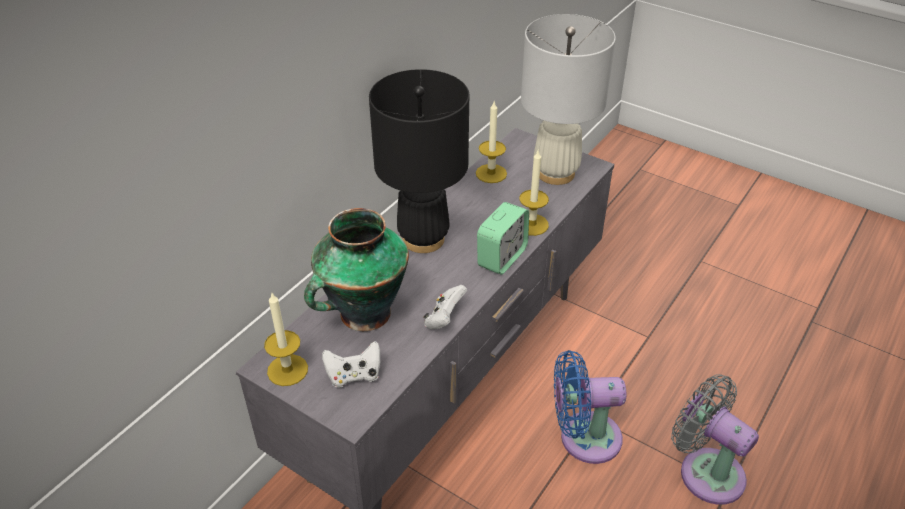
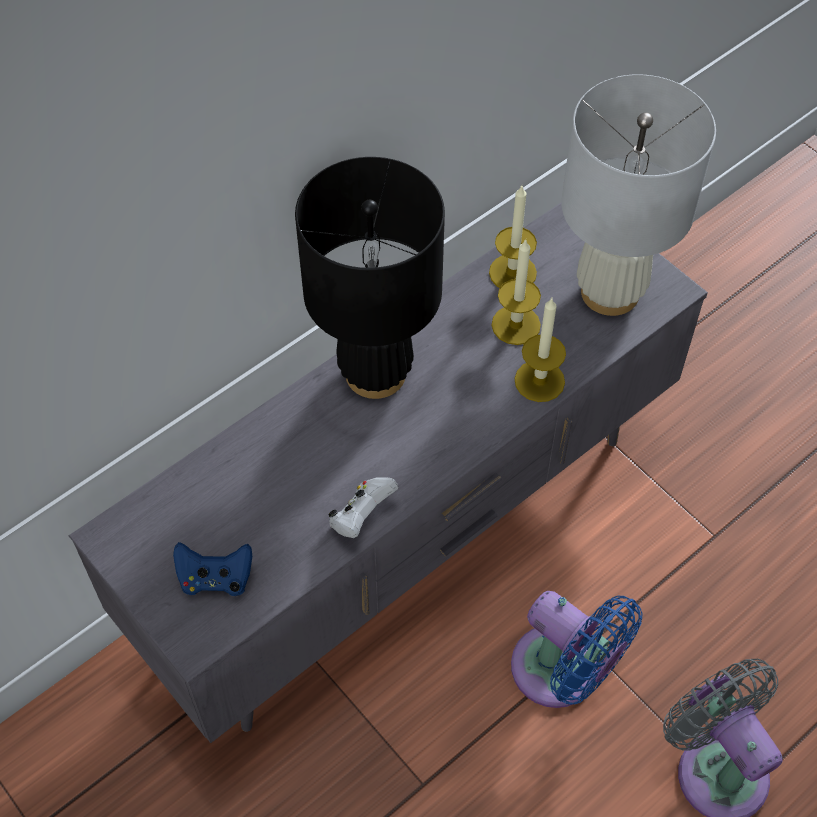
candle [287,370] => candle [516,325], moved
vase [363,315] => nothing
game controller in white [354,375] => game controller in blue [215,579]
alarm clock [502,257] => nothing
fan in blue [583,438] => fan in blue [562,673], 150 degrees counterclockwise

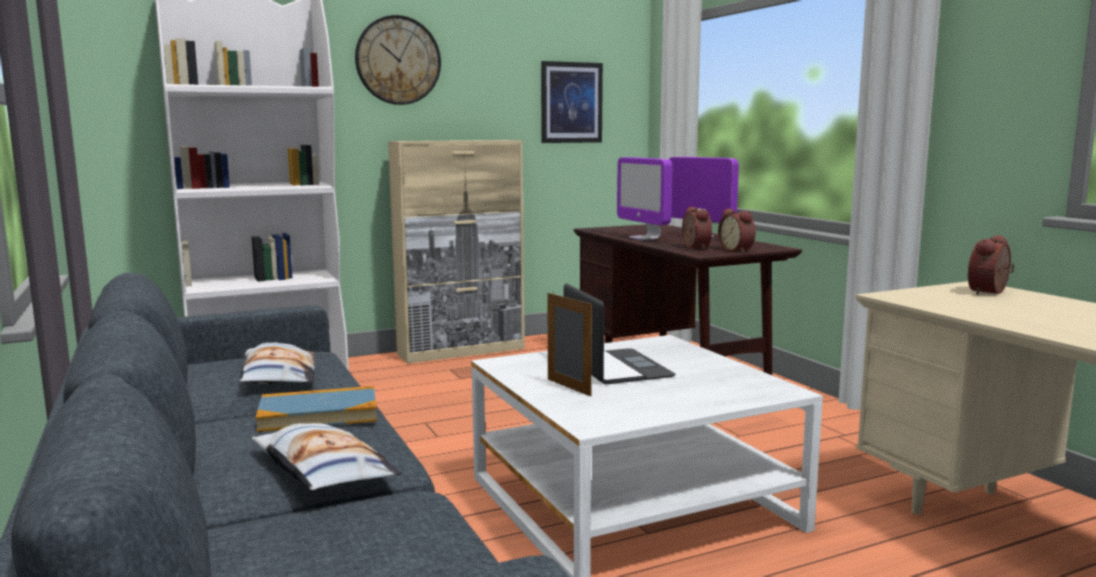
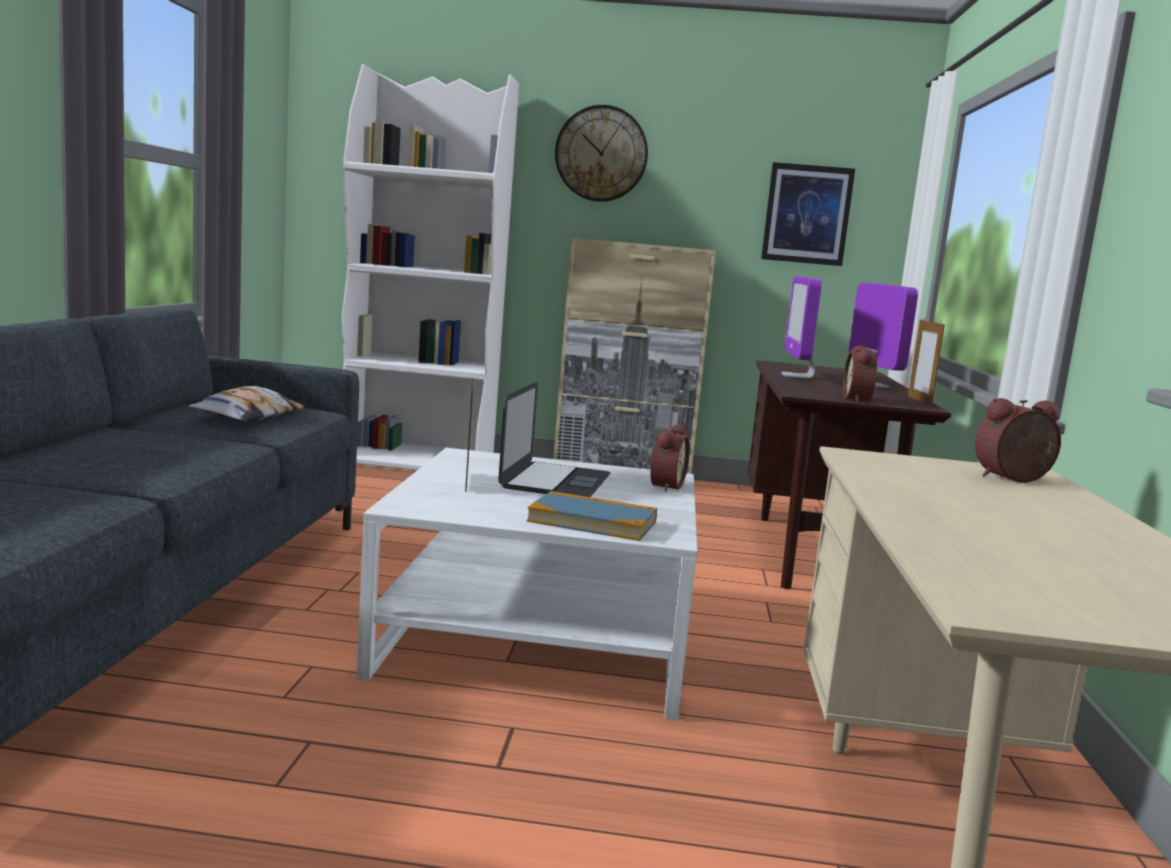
pillow [323,470] => nothing
book [318,414] => book [592,522], moved
alarm clock [693,248] => alarm clock [663,486], moved
nothing => picture frame [919,400]

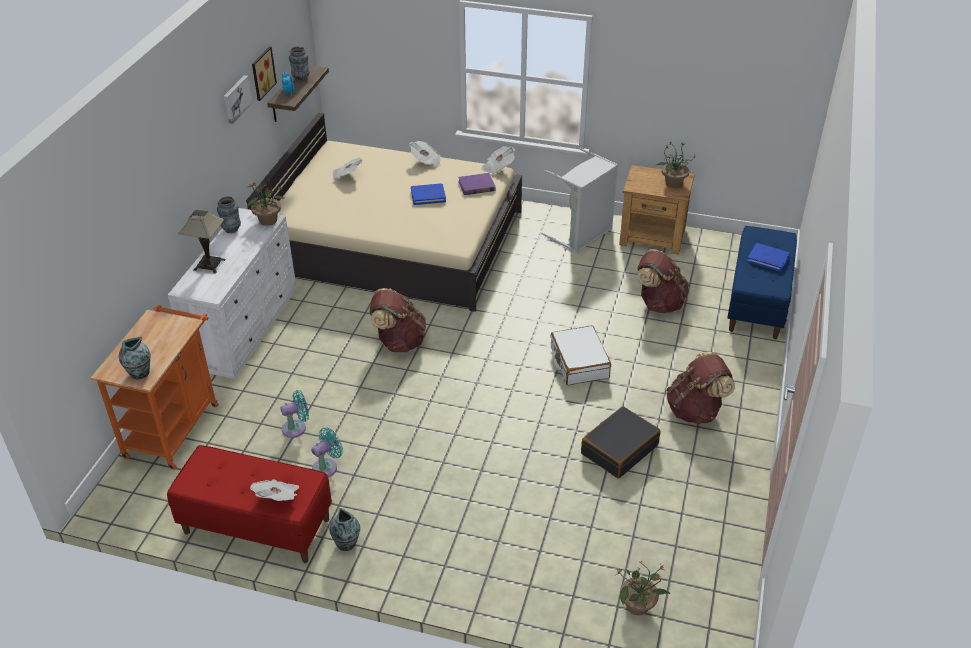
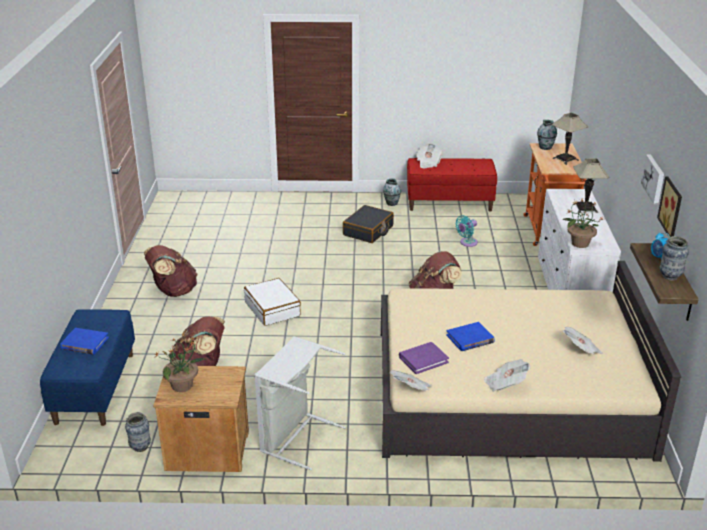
vase [231,229] => vase [140,447], moved
fan in turquoise [327,467] => nothing
suitcase in black [619,449] => suitcase in black [368,231], moved
potted plant [638,606] => nothing
nothing => table lamp [565,159]

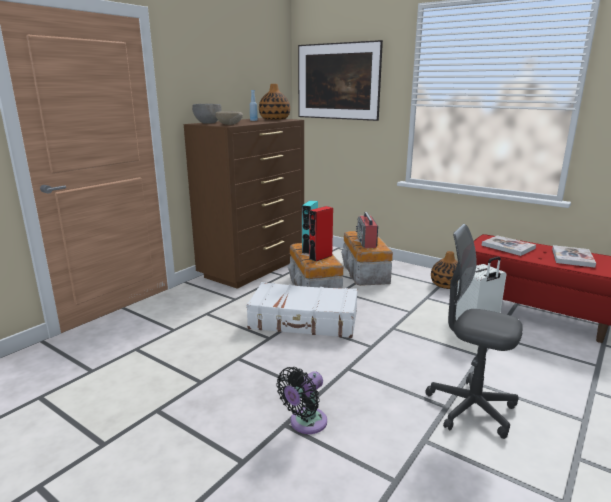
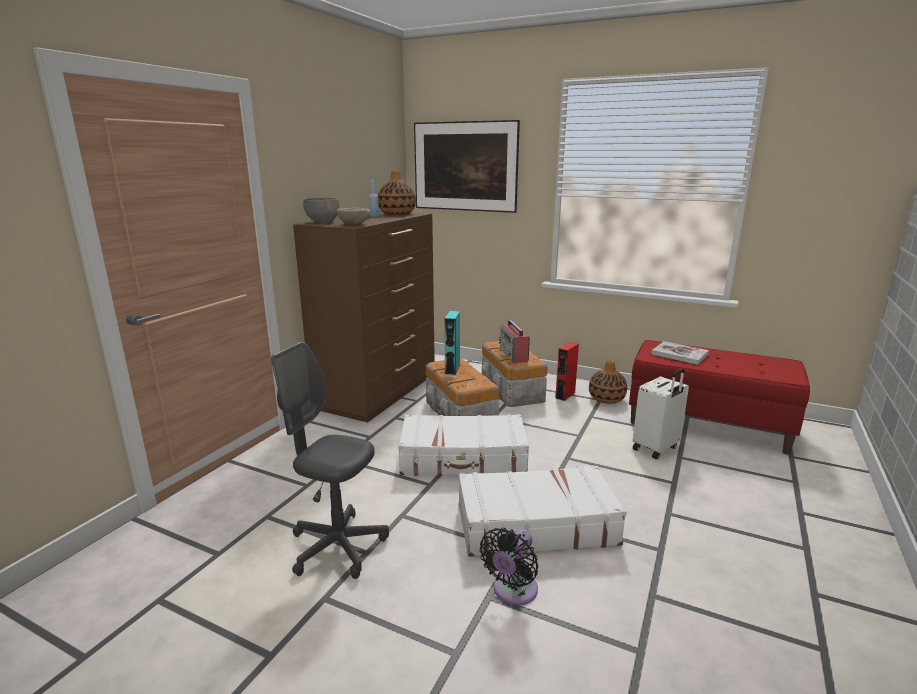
speaker in red [320,257] => speaker in red [565,395], moved
office chair in grey [470,409] => office chair in grey [337,547], moved
book [572,258] => nothing
nothing => suitcase in white [535,524]

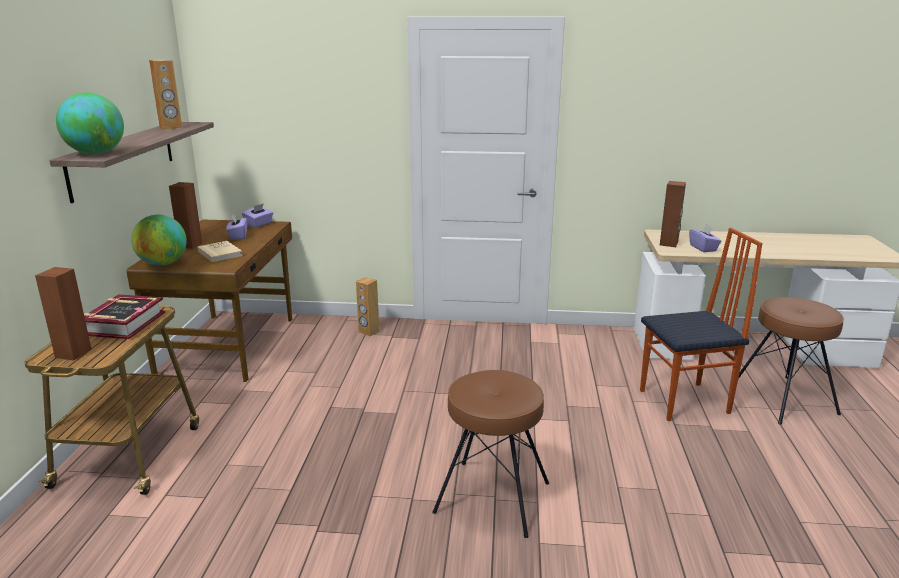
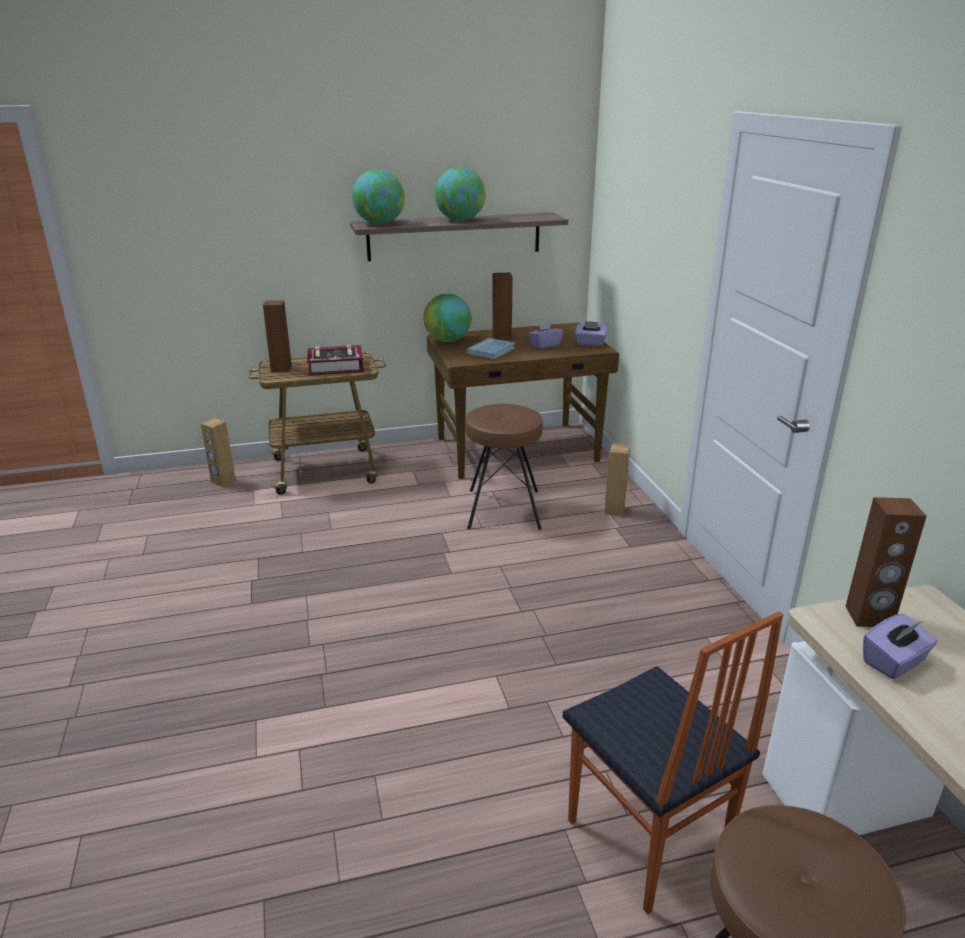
speaker in brown [171,127] => speaker in brown [223,481], moved
book in beige [220,253] => book in blue [491,351]
stool in brown [492,498] => stool in brown [503,509], moved
nothing => globe [460,220]

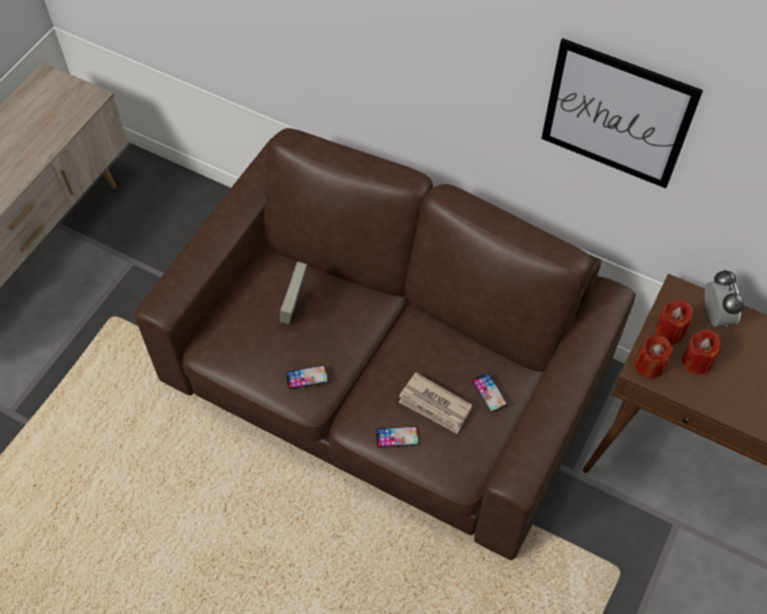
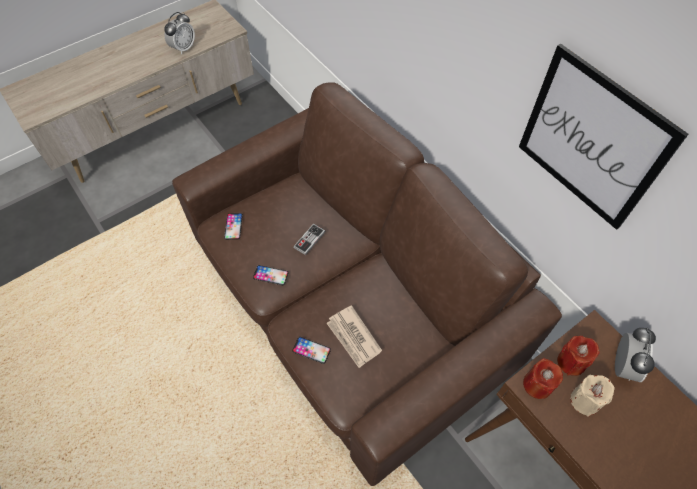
book [294,305] => nothing
phone [489,392] => phone [233,226], moved
candle in red [696,361] => candle in beige [585,400]
nothing => alarm clock [183,48]
nothing => game controller [309,240]

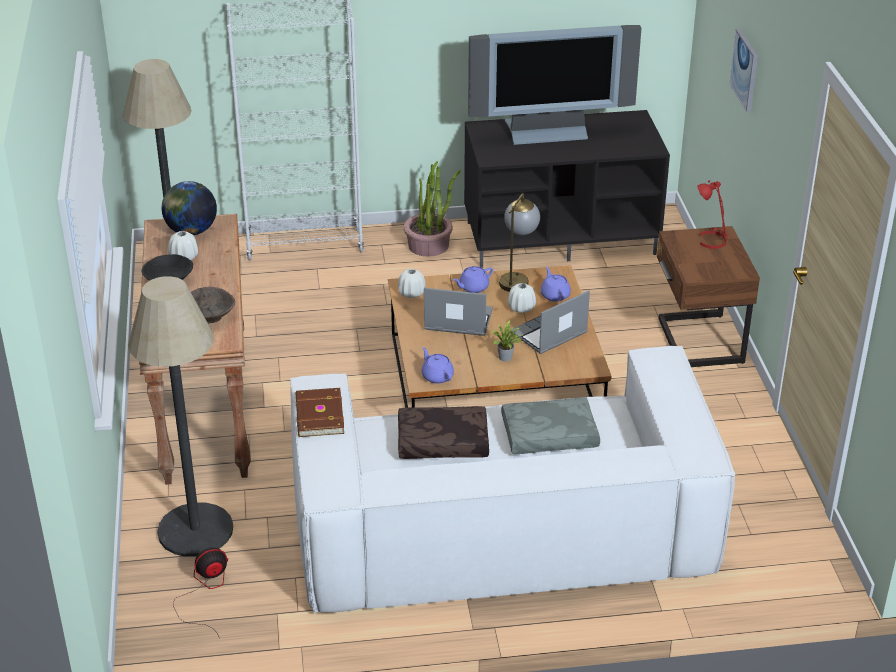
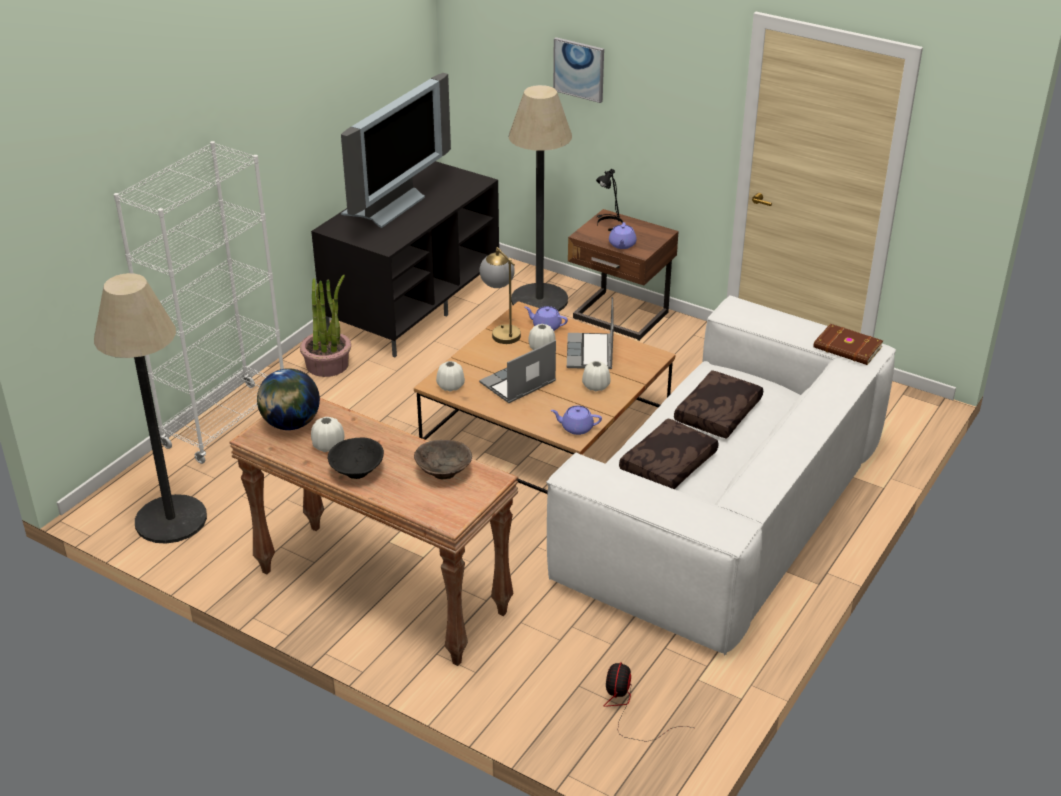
floor lamp [195,530] => floor lamp [539,300], moved
book in brown [318,415] => book in brown [847,348], moved
teapot in purple [473,287] => teapot in purple [622,245], moved
potted plant [506,358] => vase in white [596,386]
pillow in grey [549,436] => pillow in brown [719,414]
table lamp in red [711,239] => table lamp in black [608,224]

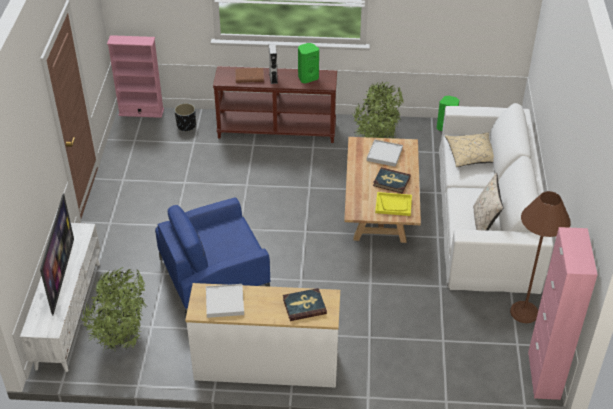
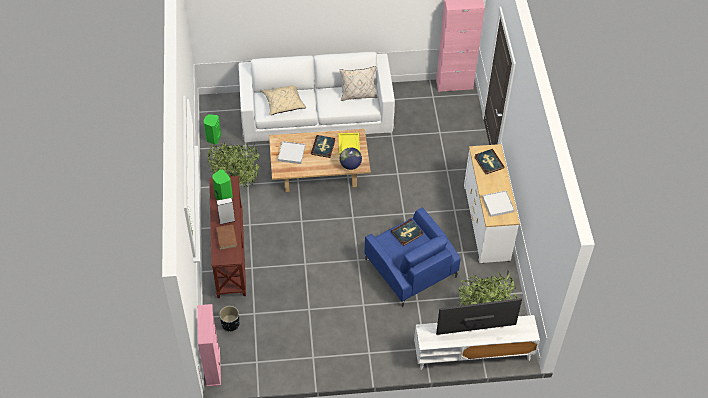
floor lamp in brown [524,312] => nothing
nothing => globe [350,165]
nothing => book [407,233]

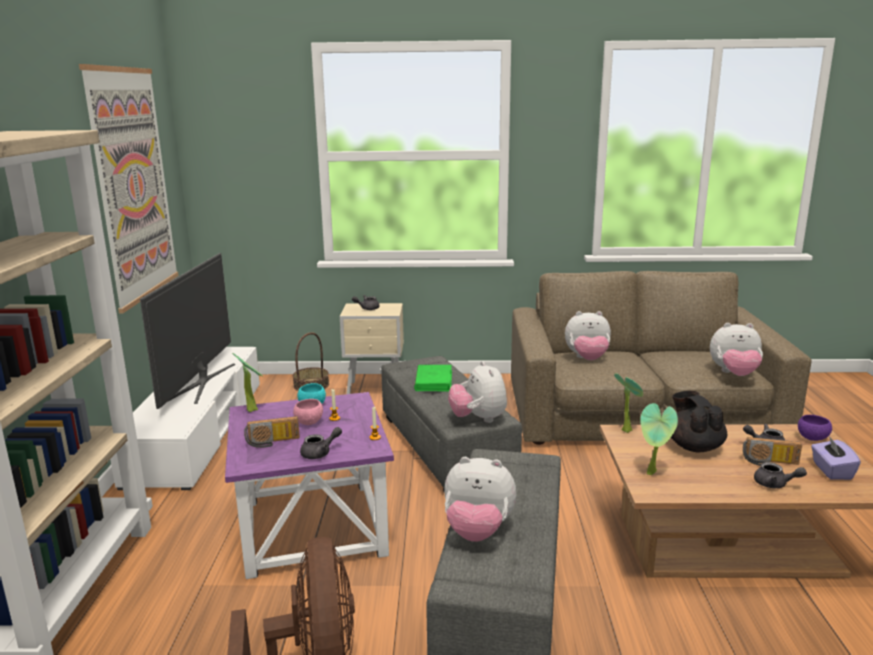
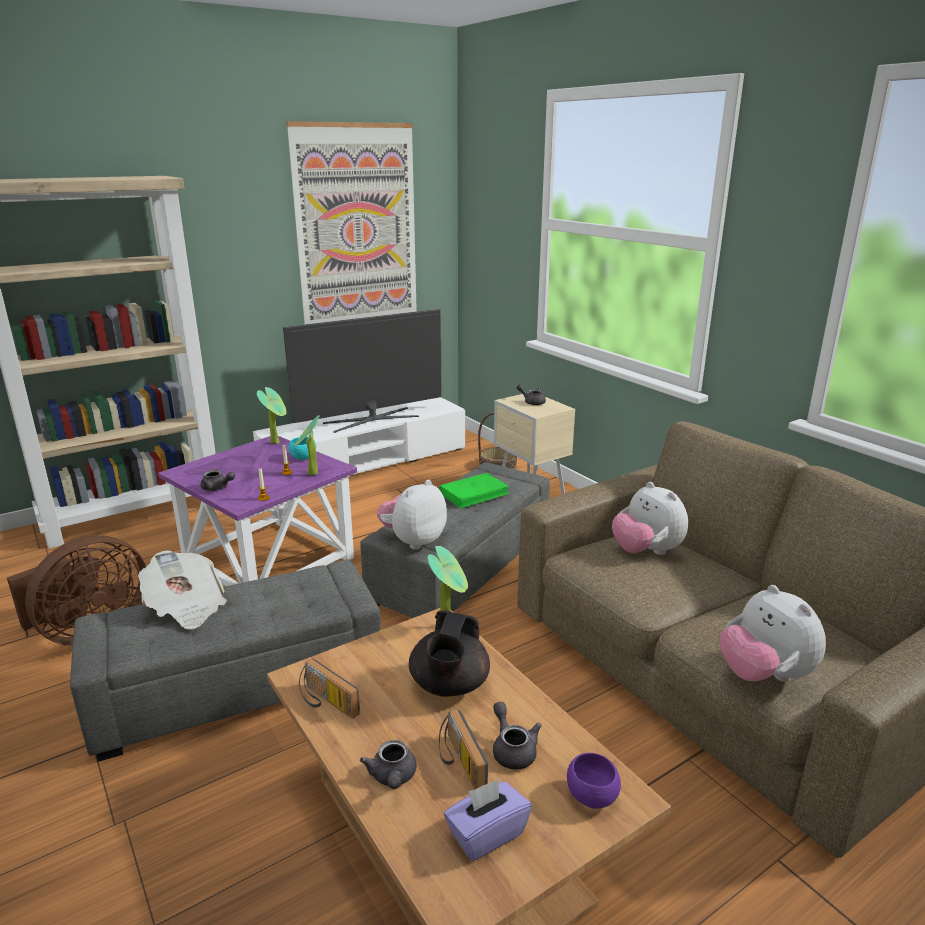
radio [272,442] => radio [325,703], moved
bowl in pink [309,422] => nothing
plush toy [478,531] => newspaper [186,607]
potted plant [653,473] => potted plant [311,475], moved
teapot in black [694,446] => teapot in black [449,686], 150 degrees clockwise

